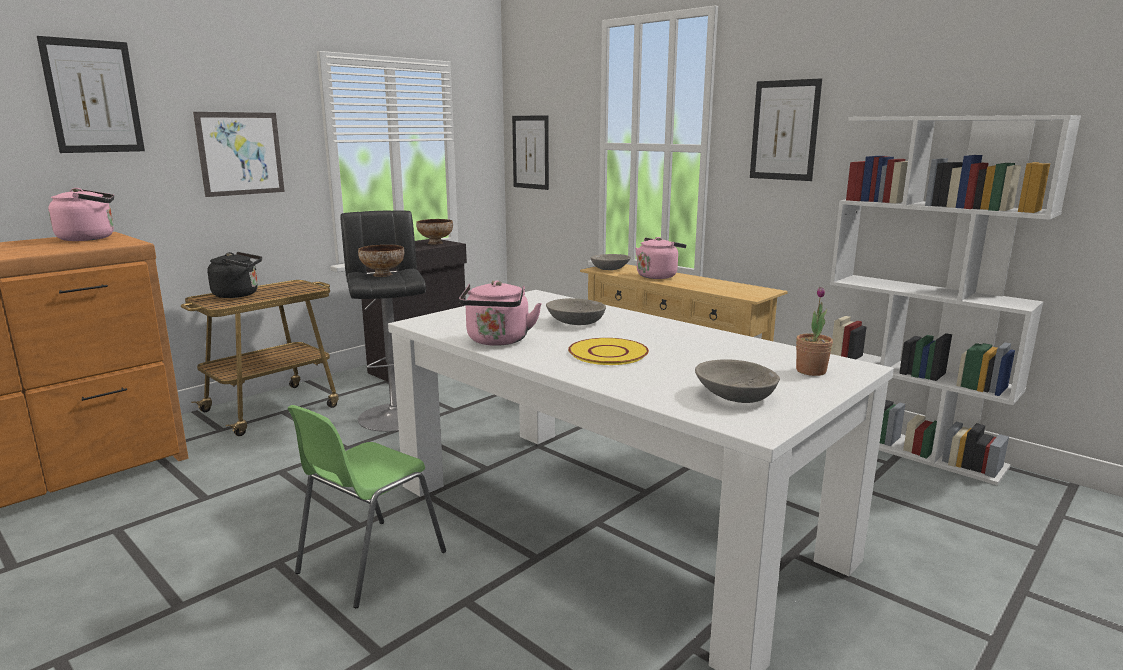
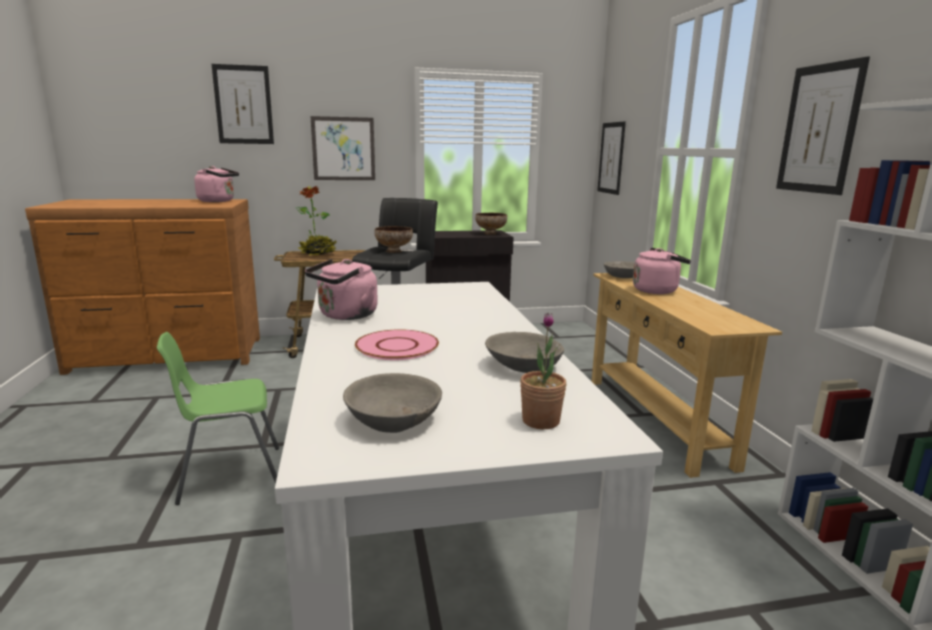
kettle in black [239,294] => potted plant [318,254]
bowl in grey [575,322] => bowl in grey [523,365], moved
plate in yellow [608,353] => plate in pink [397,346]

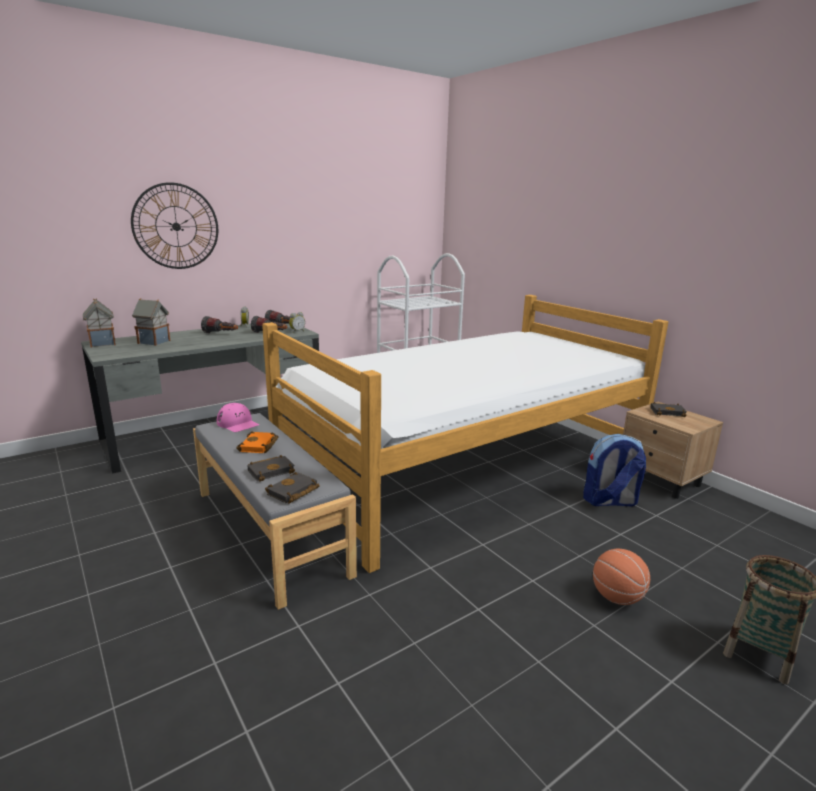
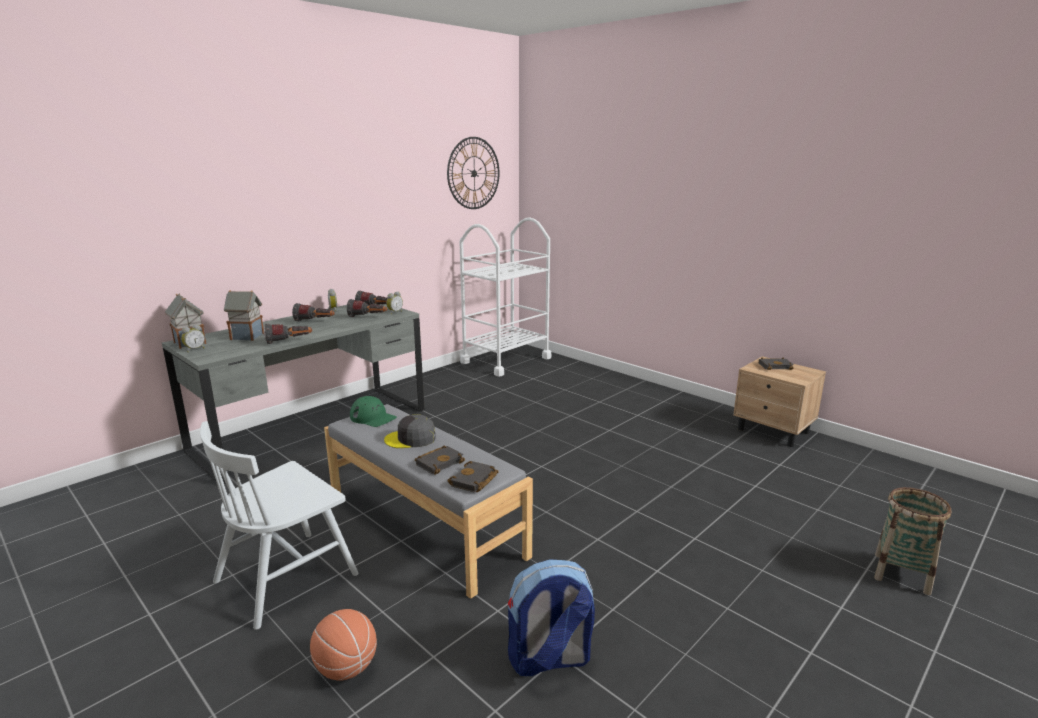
wall clock [176,226] => wall clock [474,173], moved
cap in pink [238,424] => cap in green [373,417]
book in orange [259,446] => cap in grey [411,439]
bed [467,467] => nothing
backpack [609,501] => backpack [549,660], moved
basketball [617,597] => basketball [346,668], moved
nothing => alarm clock [194,349]
nothing => chair in white [287,577]
nothing => flashlight [289,341]

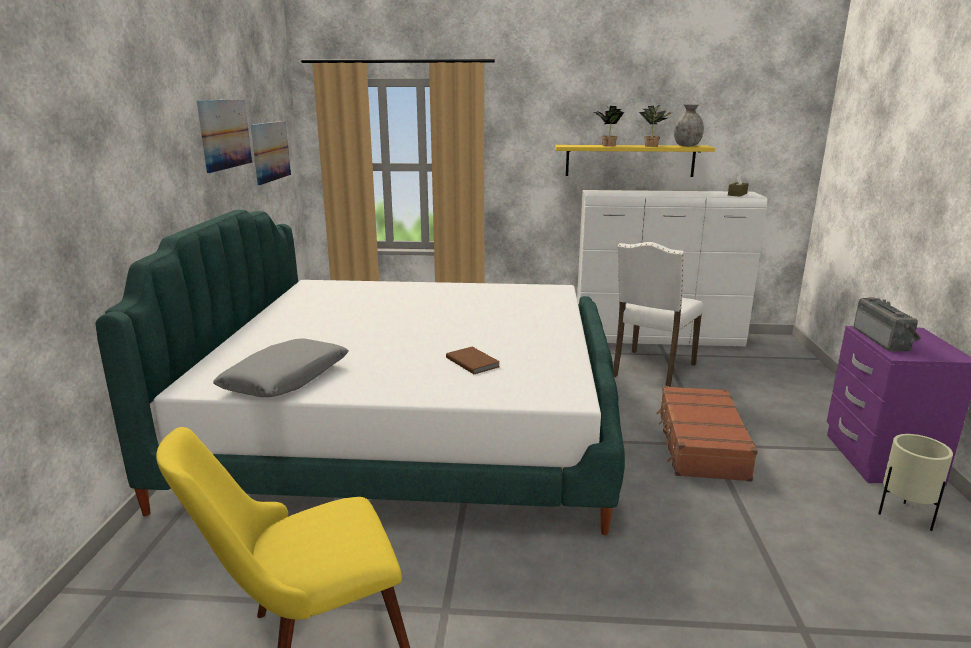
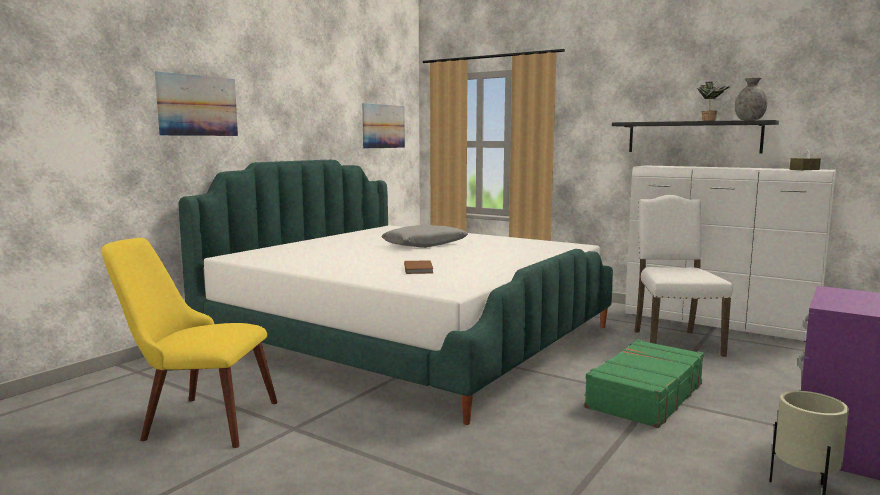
picture [225,134] => picture [198,105], moved
pillow in grey [286,379] => pillow in grey [425,245], moved
shelf in yellow [630,160] => shelf in black [693,137]
potted plant [606,146] => nothing
chair in white [651,370] => chair in white [674,342], 120 degrees clockwise
suitcase in brown [700,444] => suitcase in green [644,396]
radio [884,339] => nothing

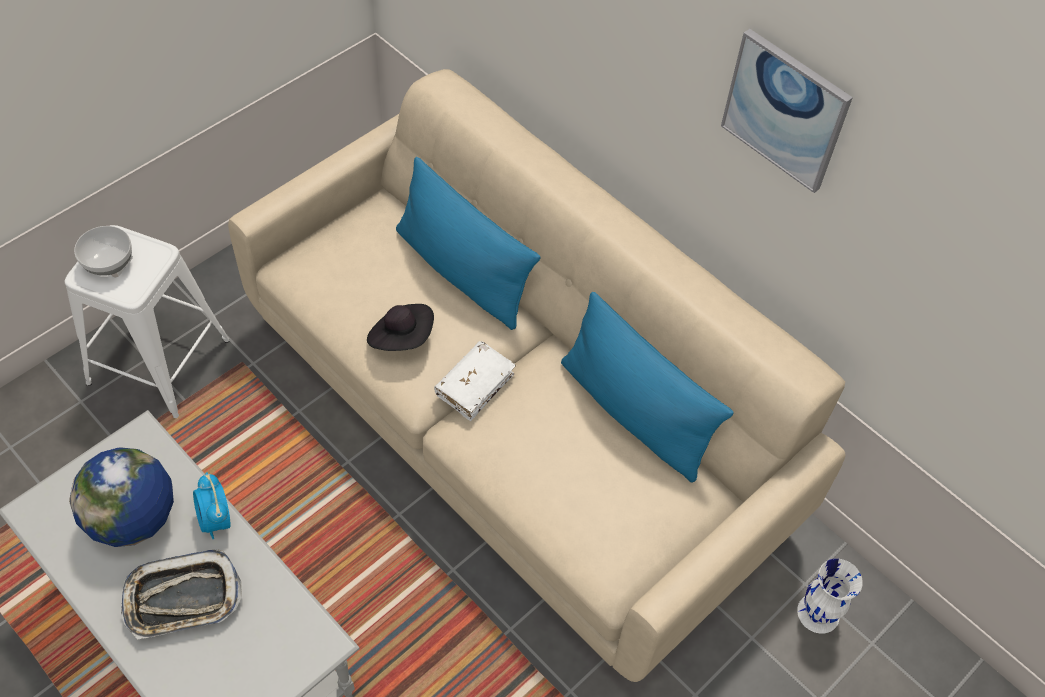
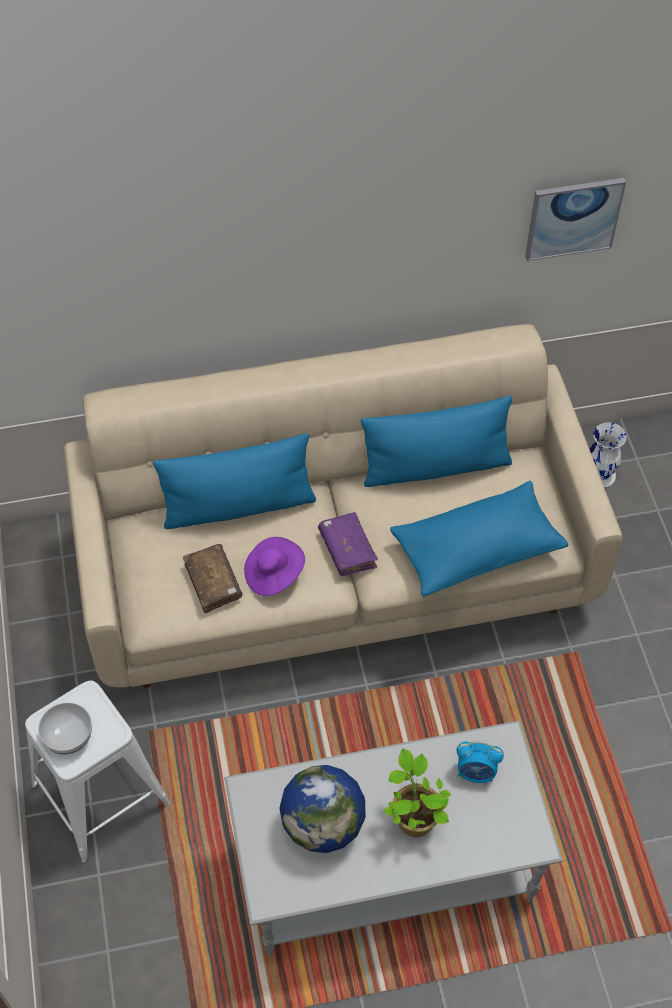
tray [182,598] => potted plant [414,818]
alarm clock [216,520] => alarm clock [476,772], moved
hat in black [402,338] => hat in purple [273,574]
book in white [475,385] => book in purple [347,549]
picture [785,110] => picture [573,217], moved
nothing => book in brown [213,582]
nothing => pillow in blue [476,550]

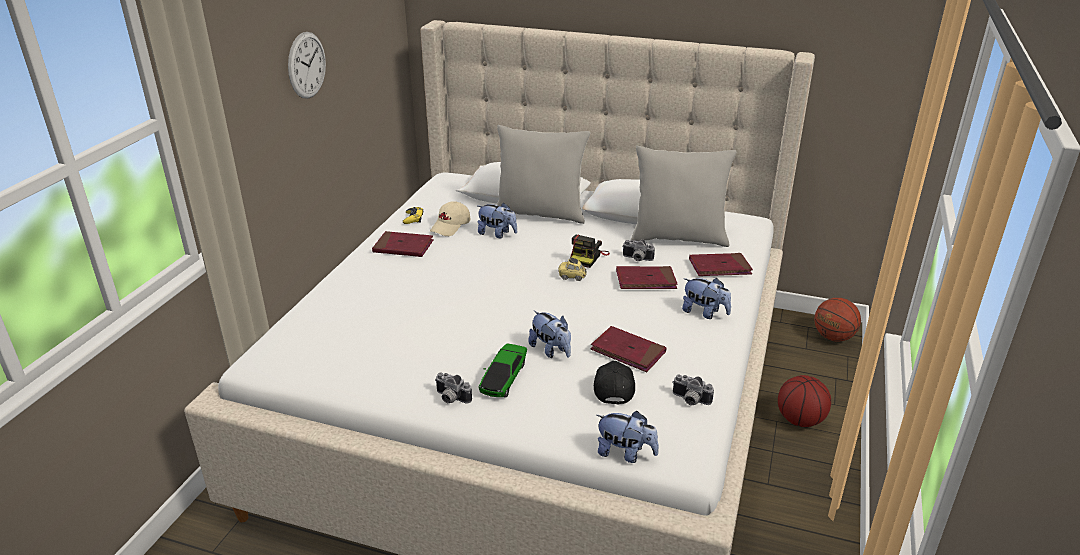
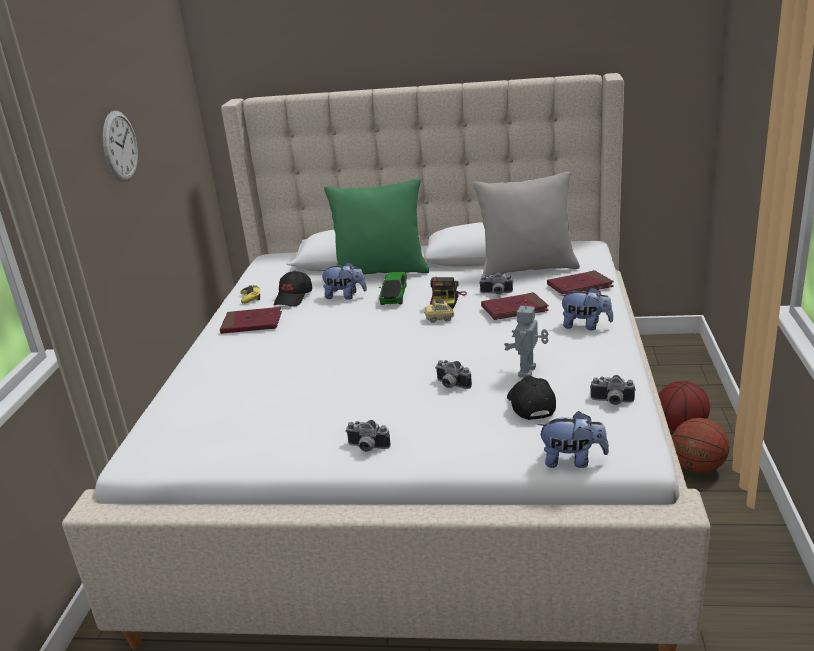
cap in beige [451,226] => cap in black [294,297]
toy car [504,378] => toy car [394,295], moved
pillow in grey [541,214] => pillow in green [381,272]
plush toy [551,350] => photo camera [450,385]
book in red [628,352] => toy robot [528,372]
basketball [833,337] => basketball [697,467], moved

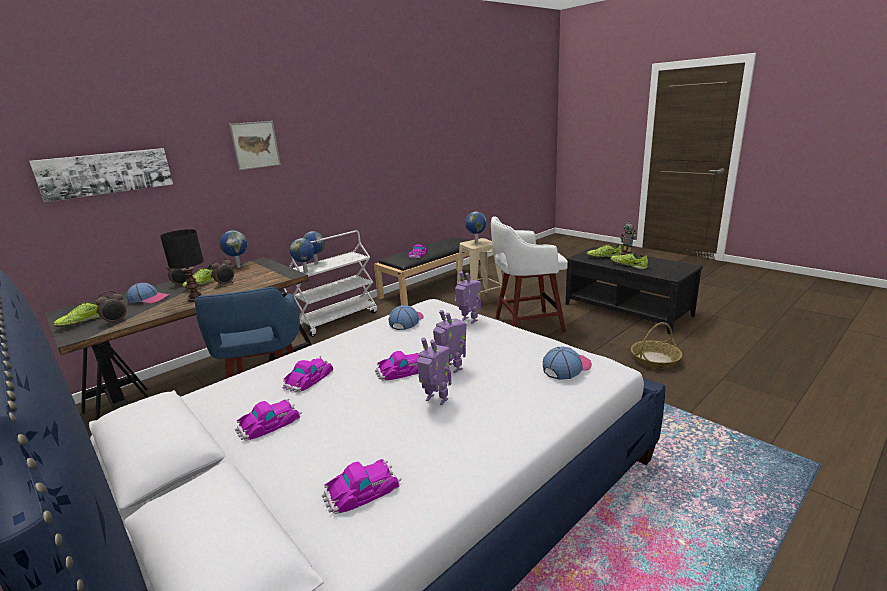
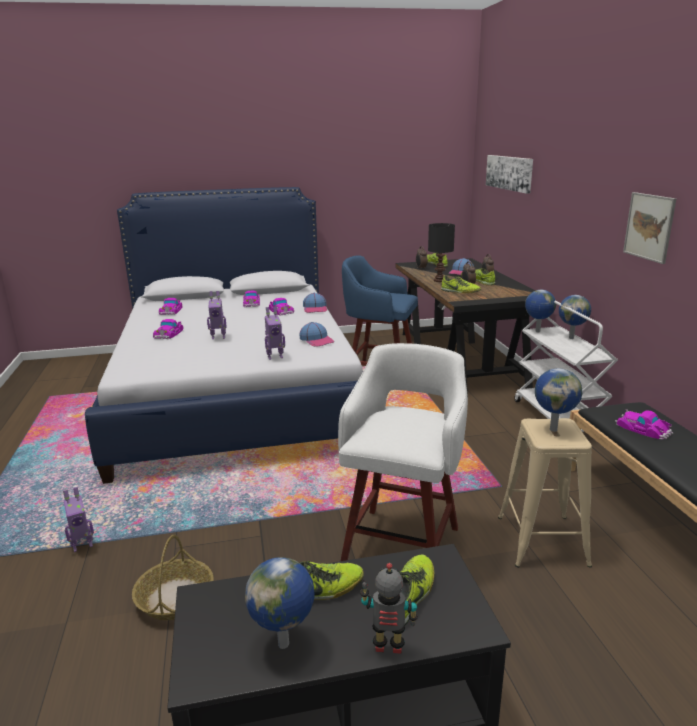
globe [239,267] => globe [285,644], moved
picture [255,145] => picture [649,227], moved
toy car [402,370] => toy car [169,333], moved
toy robot [436,400] => toy robot [82,545], moved
cap [566,367] => cap [315,308], moved
nothing => shoe [460,292]

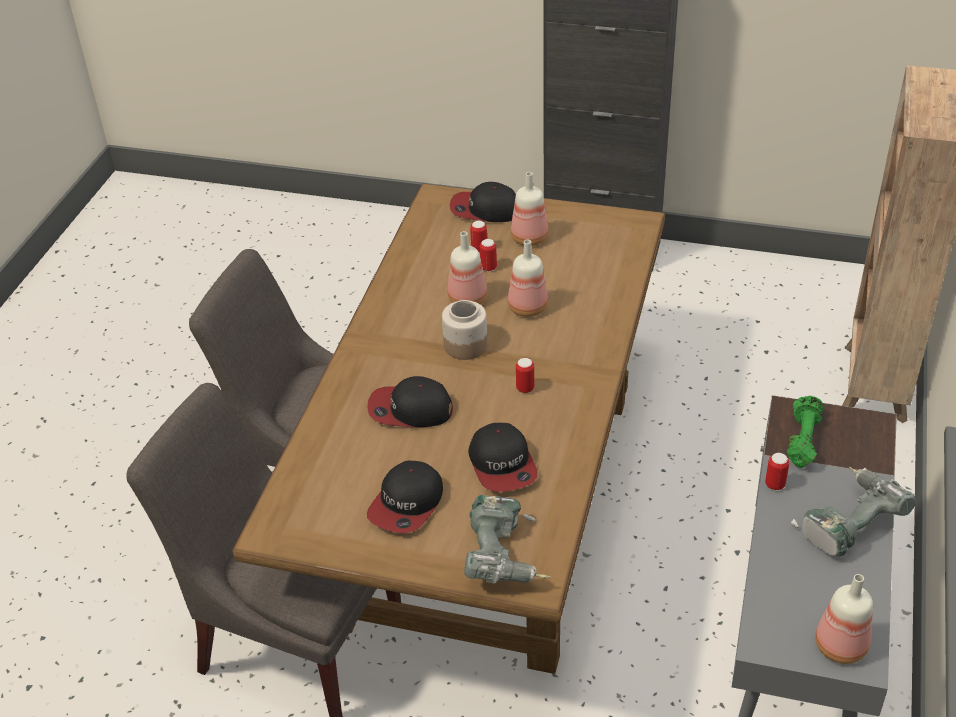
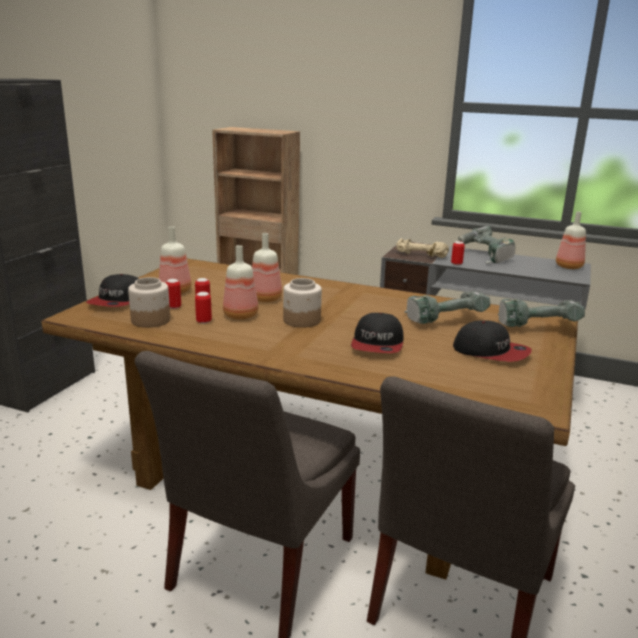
cap [503,465] => power drill [444,319]
can [525,388] => can [204,321], moved
dumbbell in green [802,440] => dumbbell in beige [420,256]
nothing => jar [150,320]

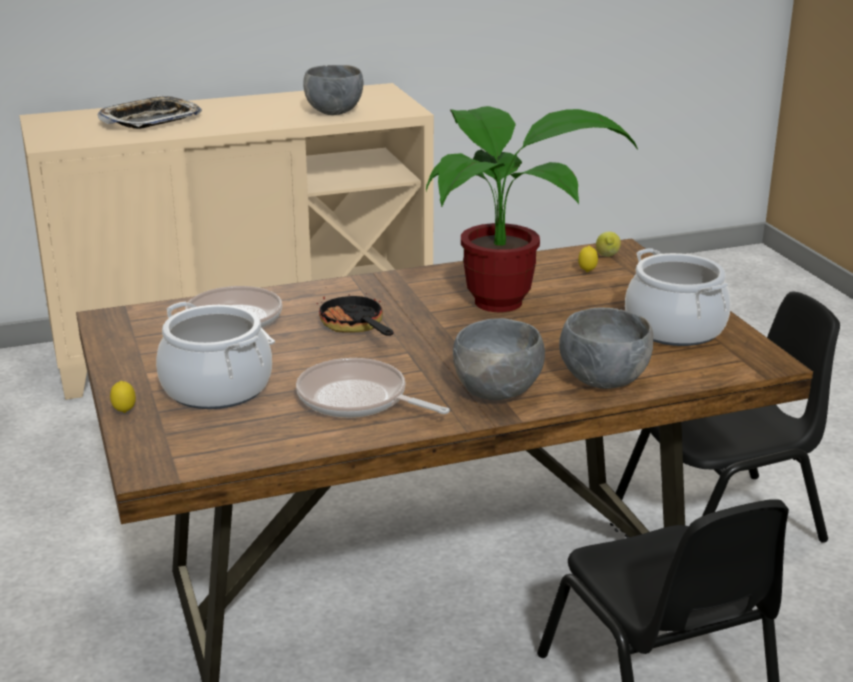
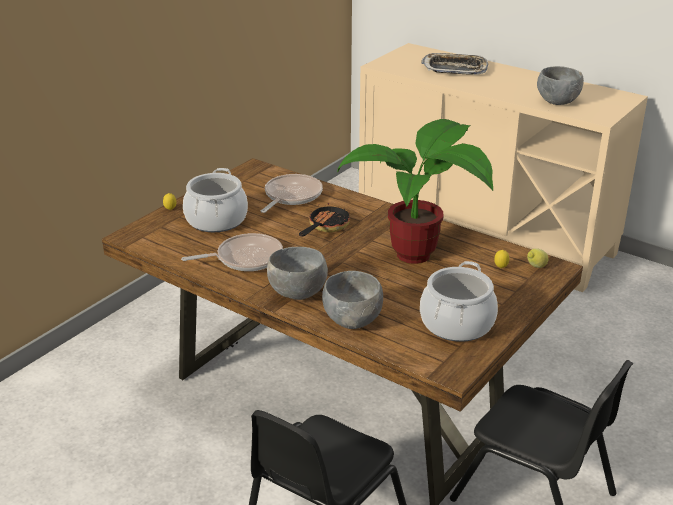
frying pan [357,399] => frying pan [245,258], 75 degrees clockwise

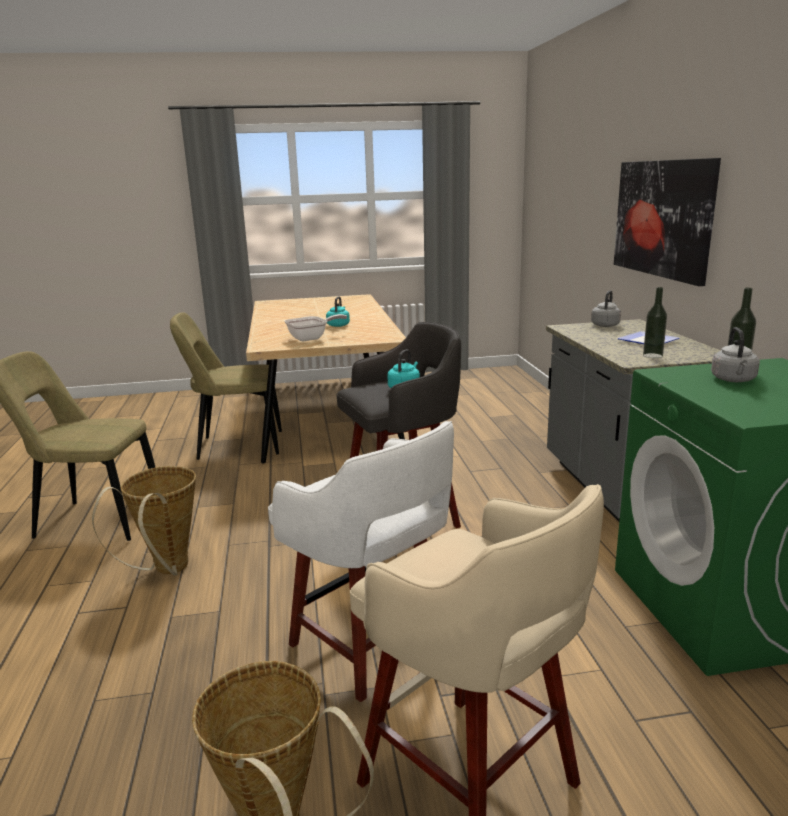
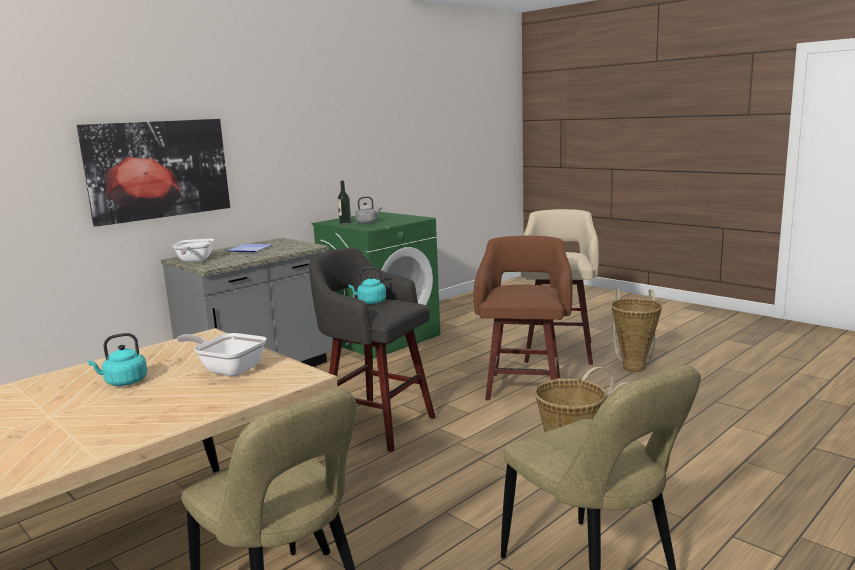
stool in white [371,646] => stool in brown [524,386]
kettle in grey [605,325] => frying pan [194,261]
bottle [652,355] => nothing

